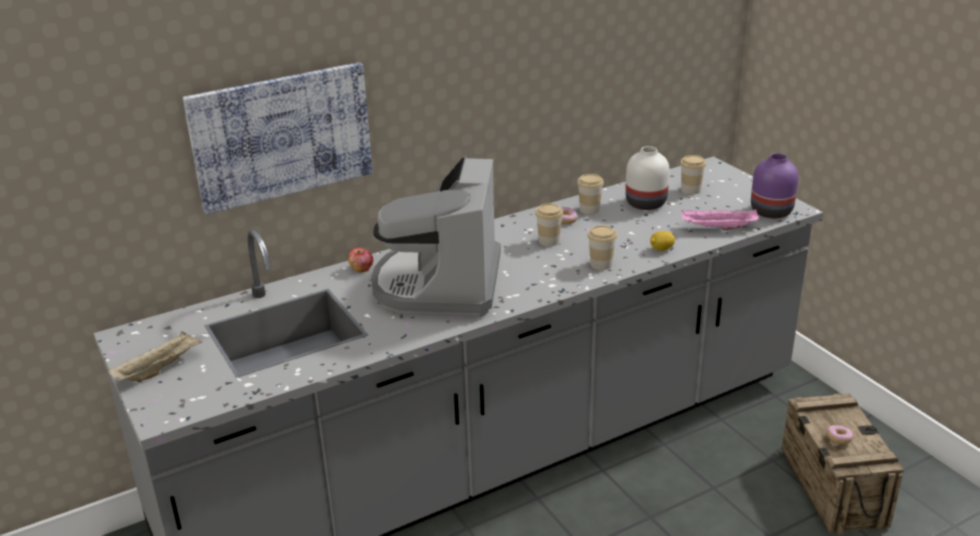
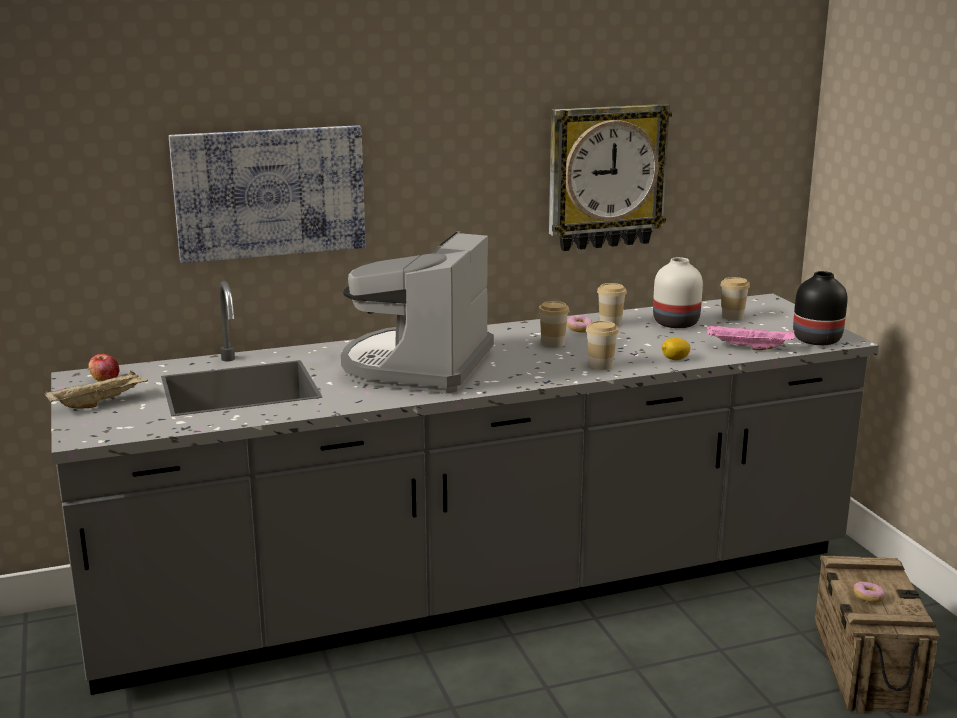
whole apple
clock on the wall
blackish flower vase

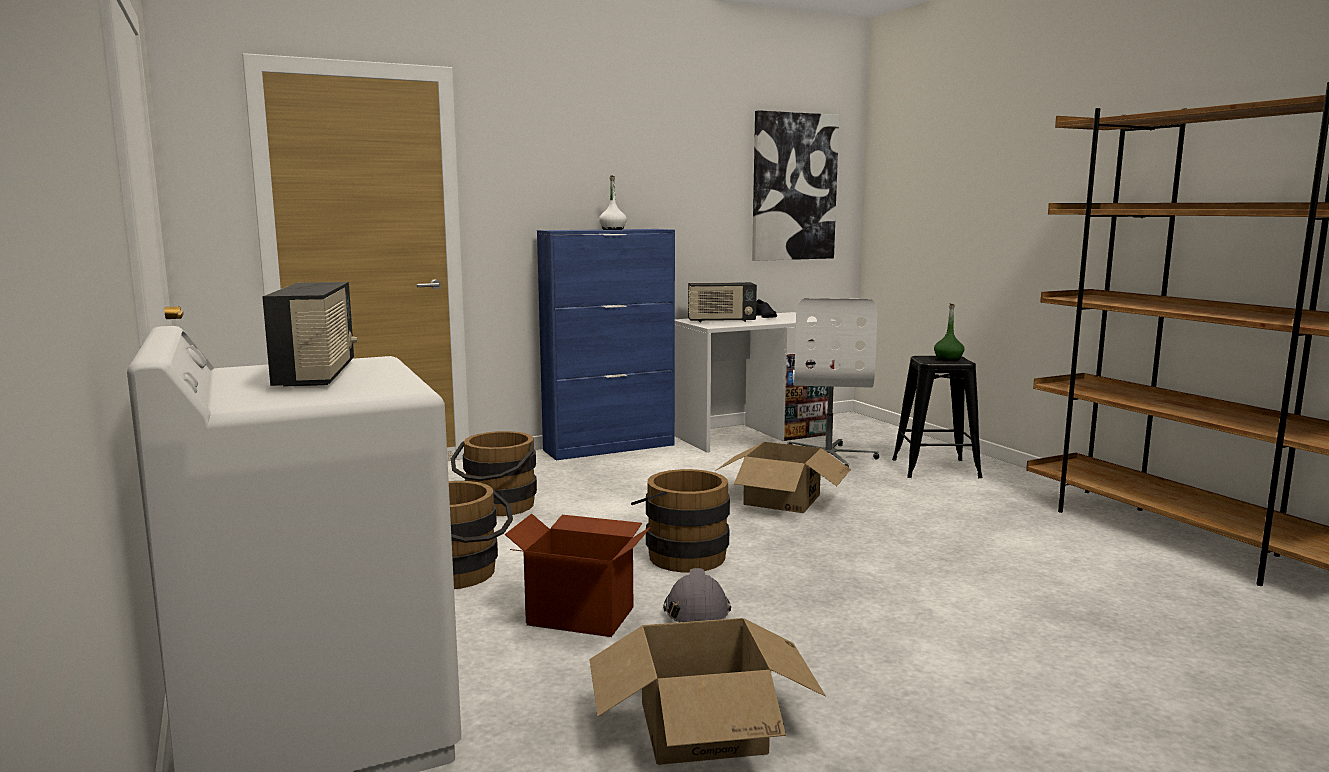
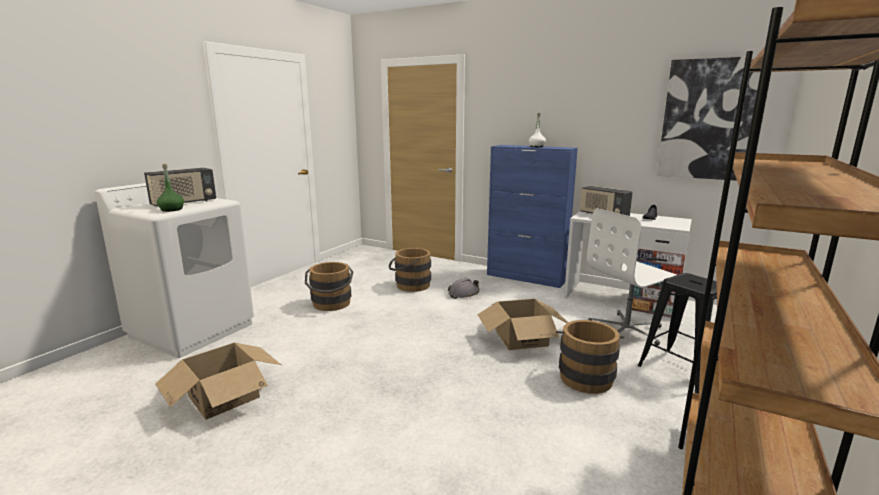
green-coloured drink bottle
greyish safety helmet
brown pail (no. 3 from left)
cardboard box (no. 1 from left in the first image)

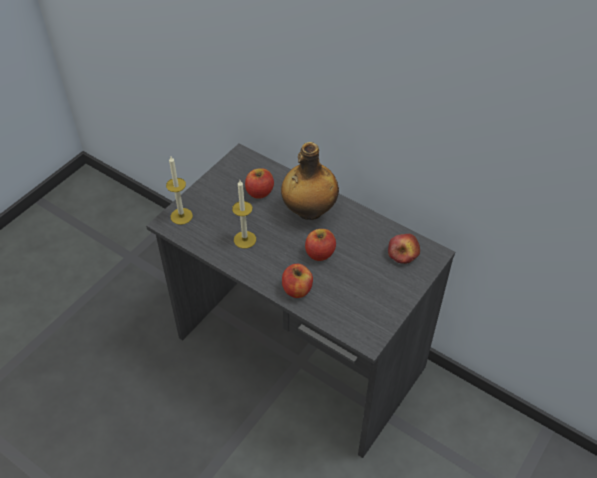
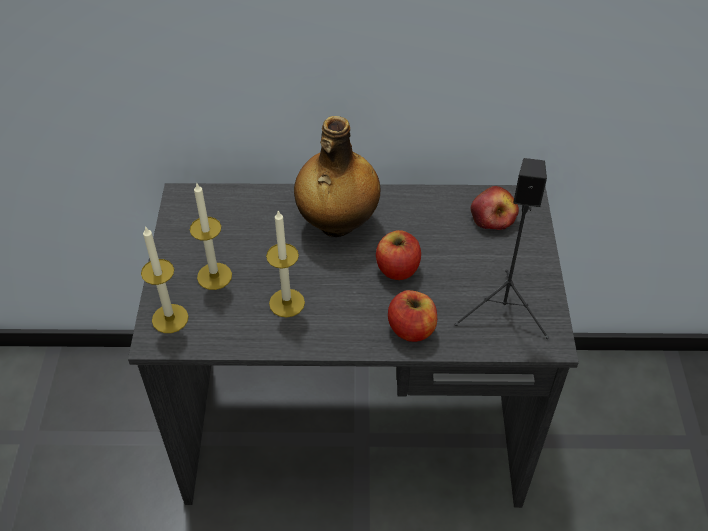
candle (no. 2 from left)
blackish loudspeaker
whole apple (no. 1 from left in the first image)

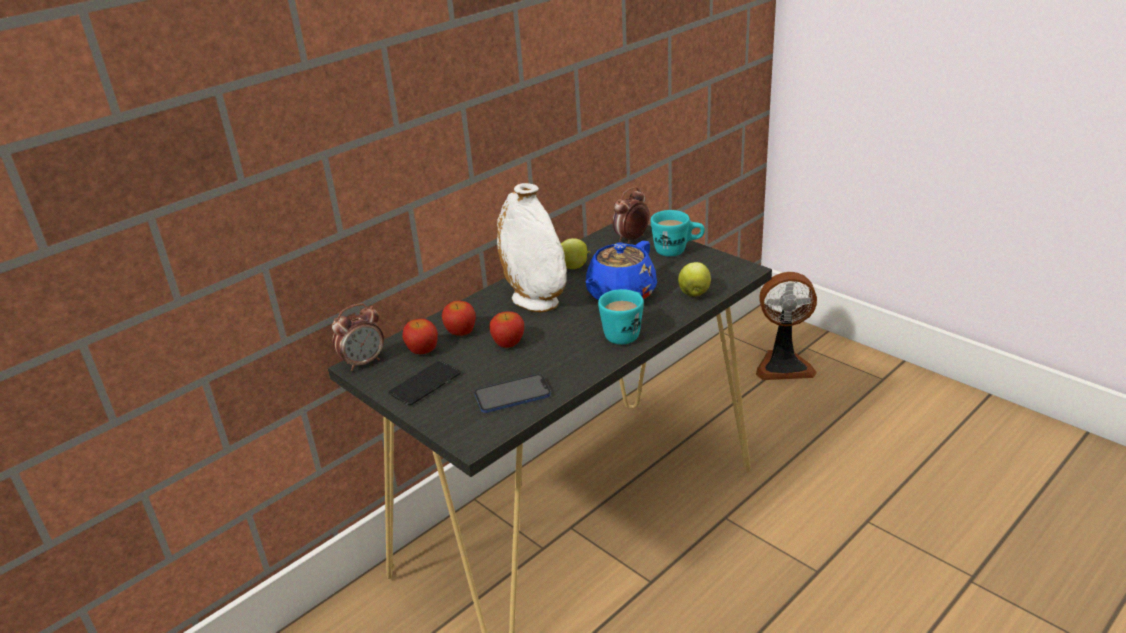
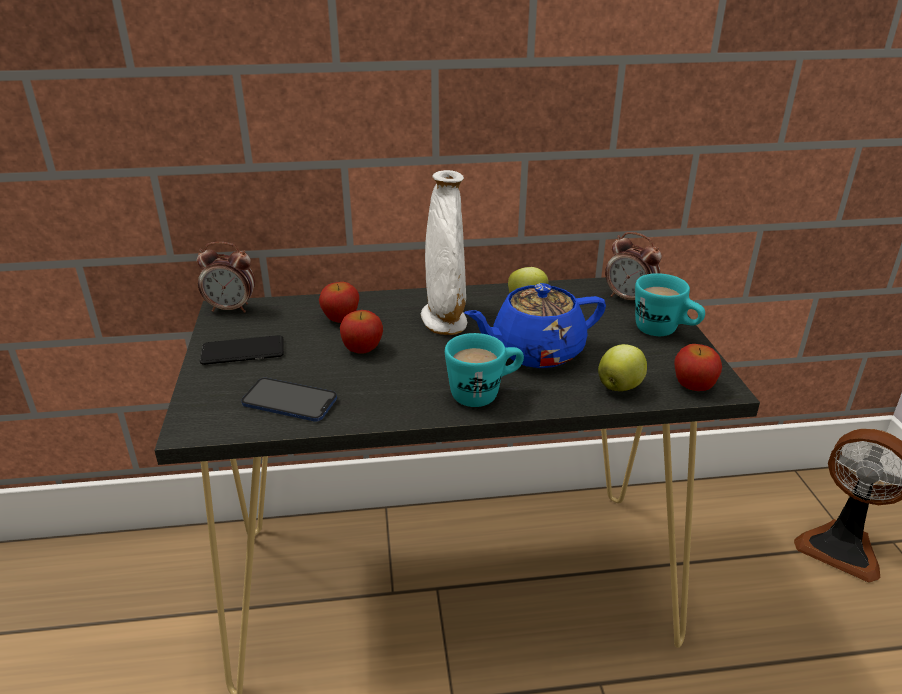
bedside clock (no. 2 from left)
whole apple (no. 5 from left)

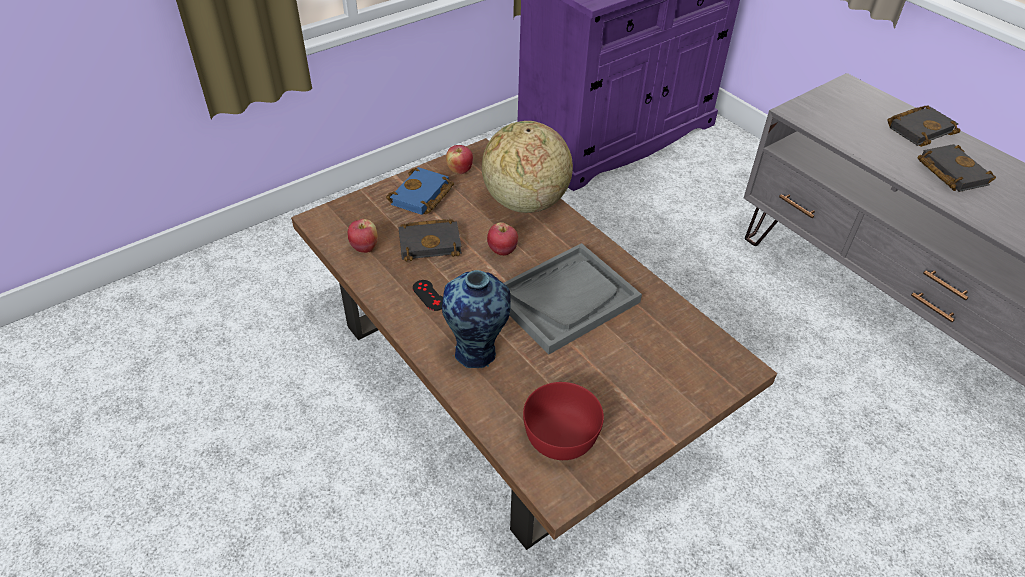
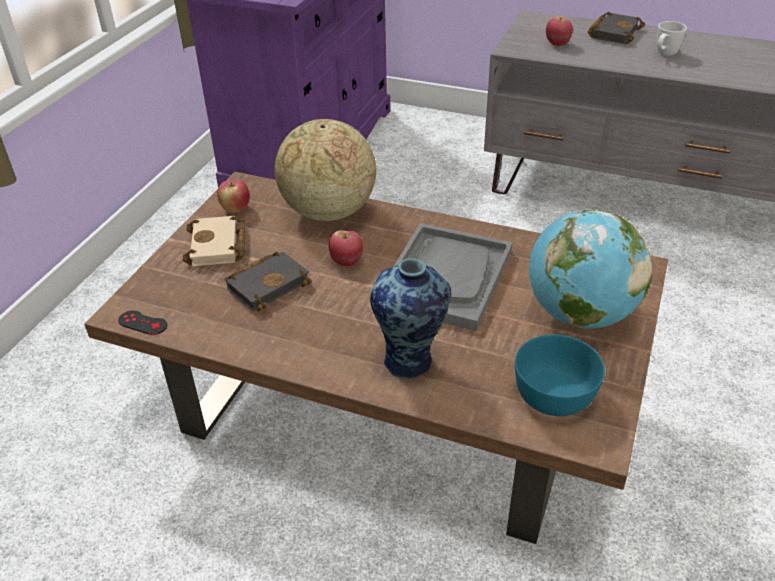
blackish joypad
beige bound book
blue-green bowl
desk globe (no. 2 from left)
whole apple (no. 3 from left)
white mug

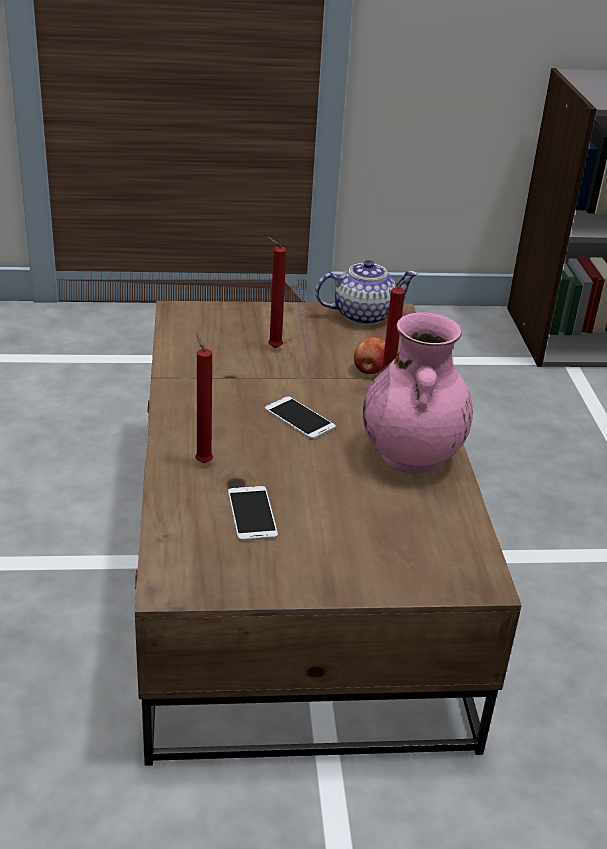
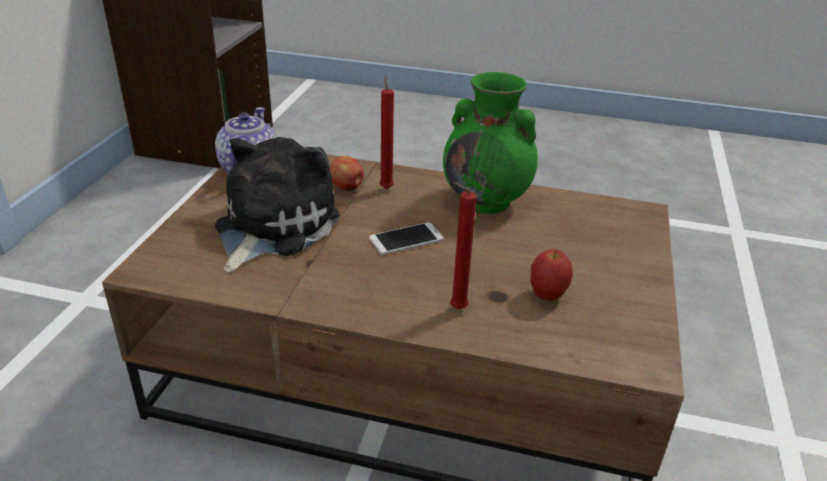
plush toy
green-coloured flower vase
whole apple (no. 2 from left)

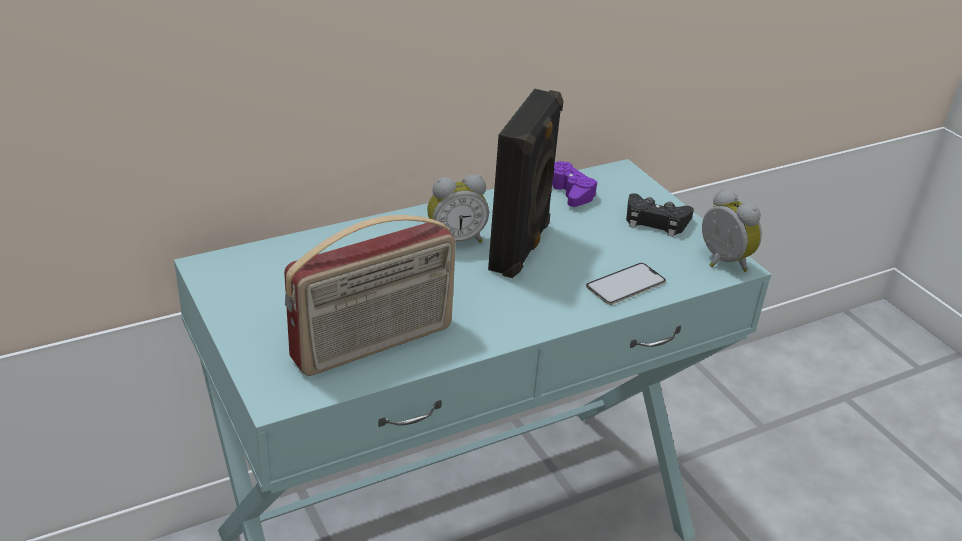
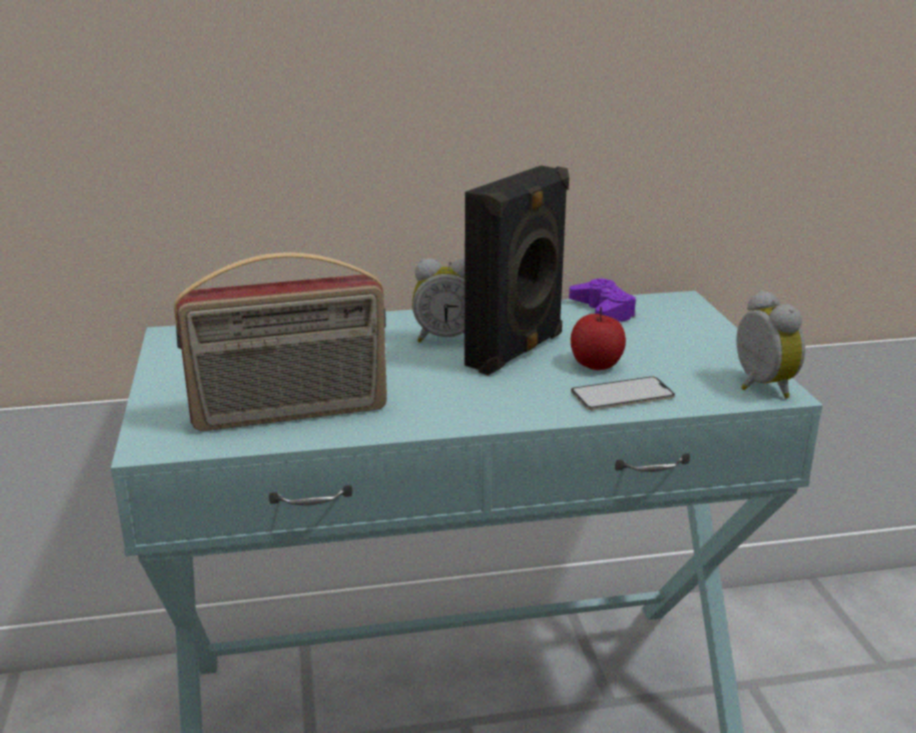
whole apple
blackish joypad

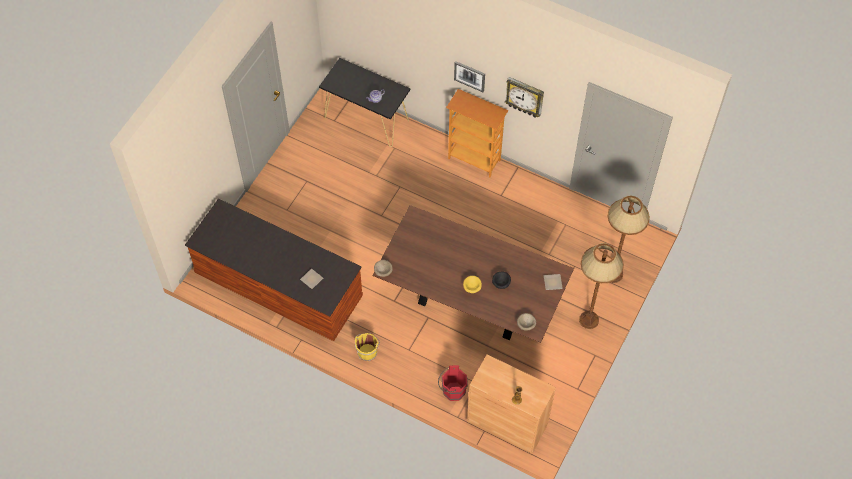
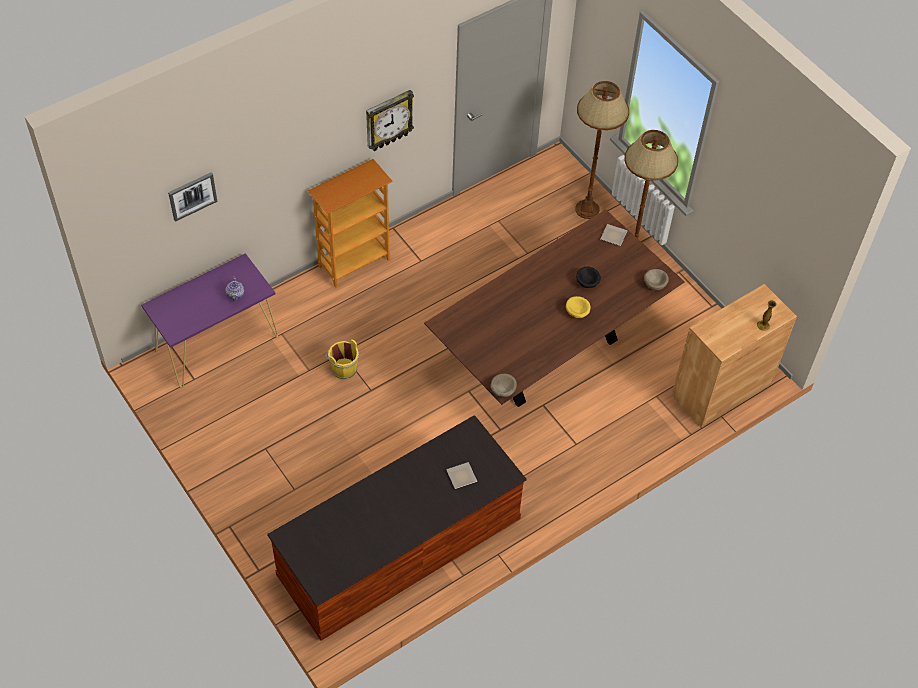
purplish hall table
wall picture
yellow-coloured pail
reddish pail

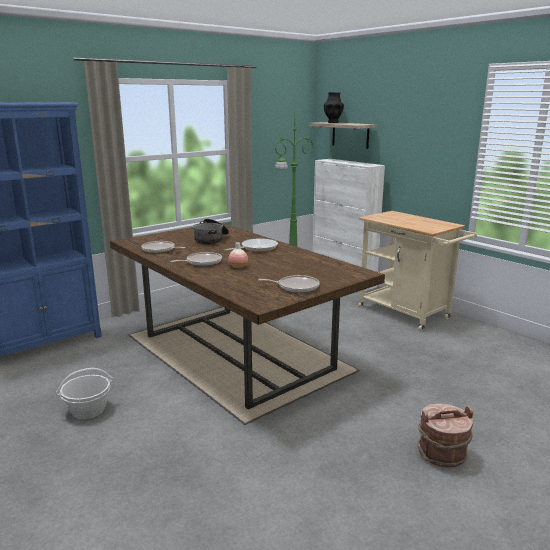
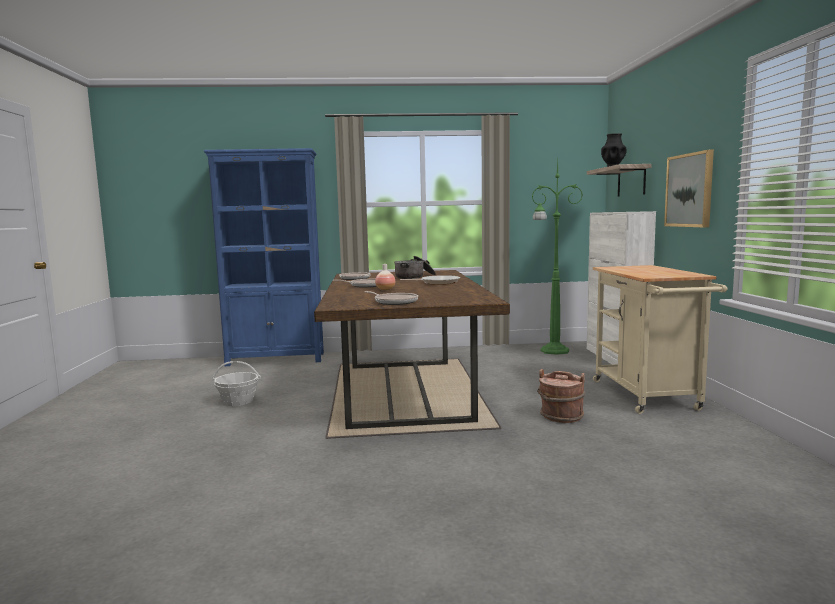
brown pail
wall picture

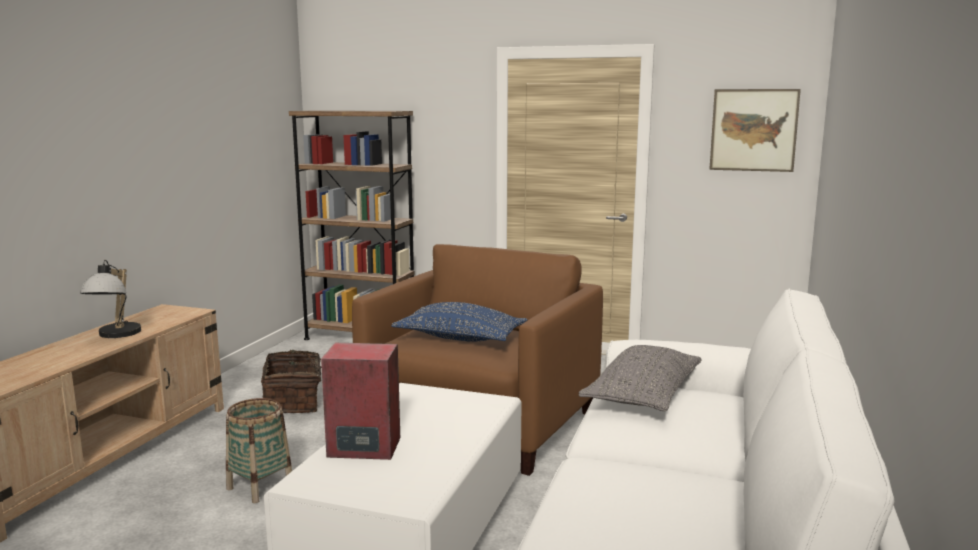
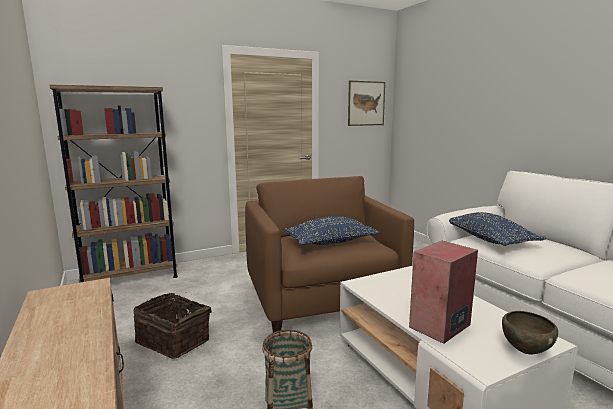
bluish throw pillow (no. 2 from left)
brown bowl
lamp for a table

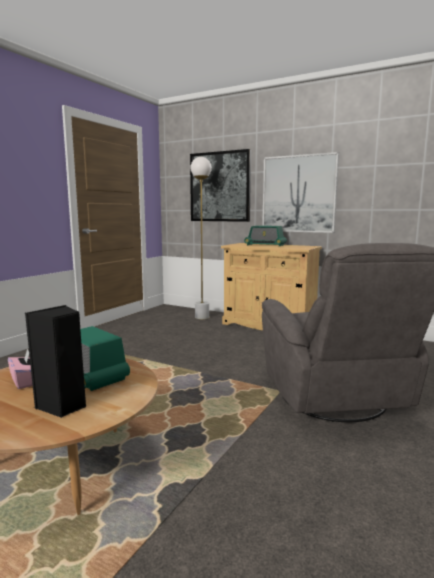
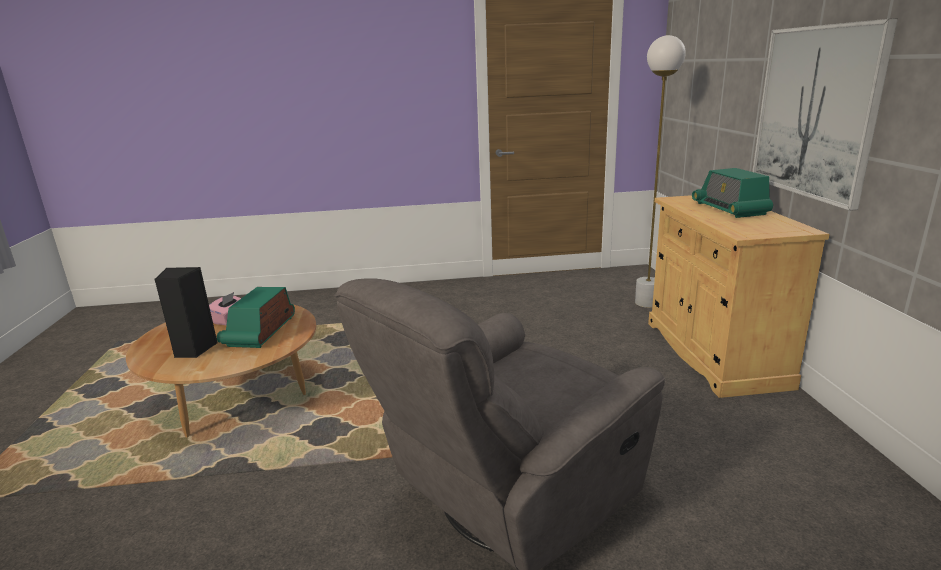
wall picture (no. 1 from left in the first image)

